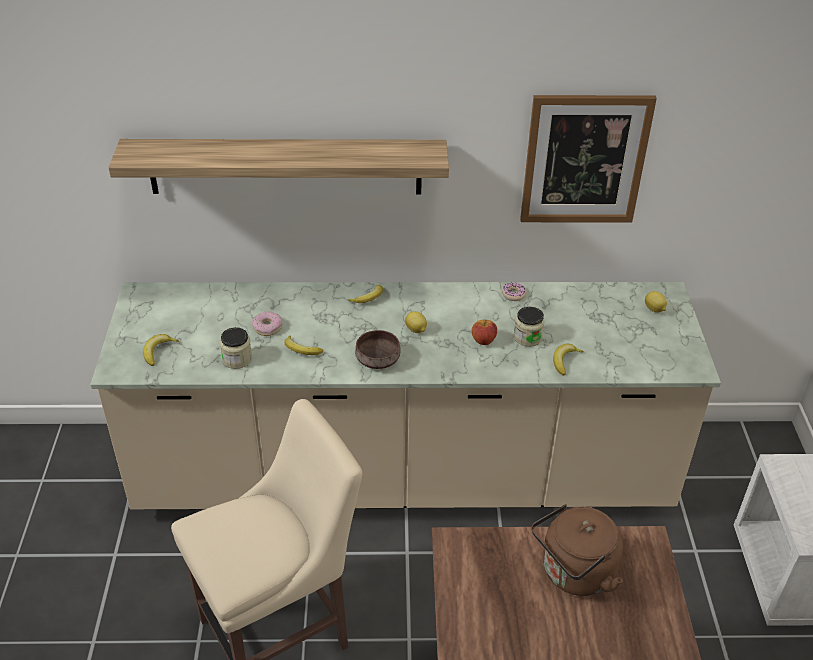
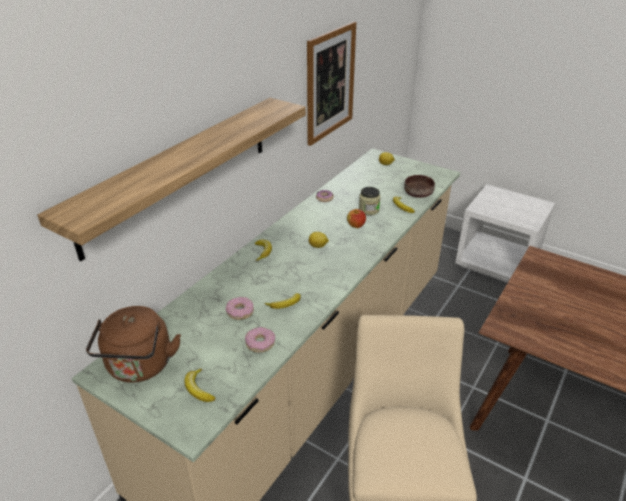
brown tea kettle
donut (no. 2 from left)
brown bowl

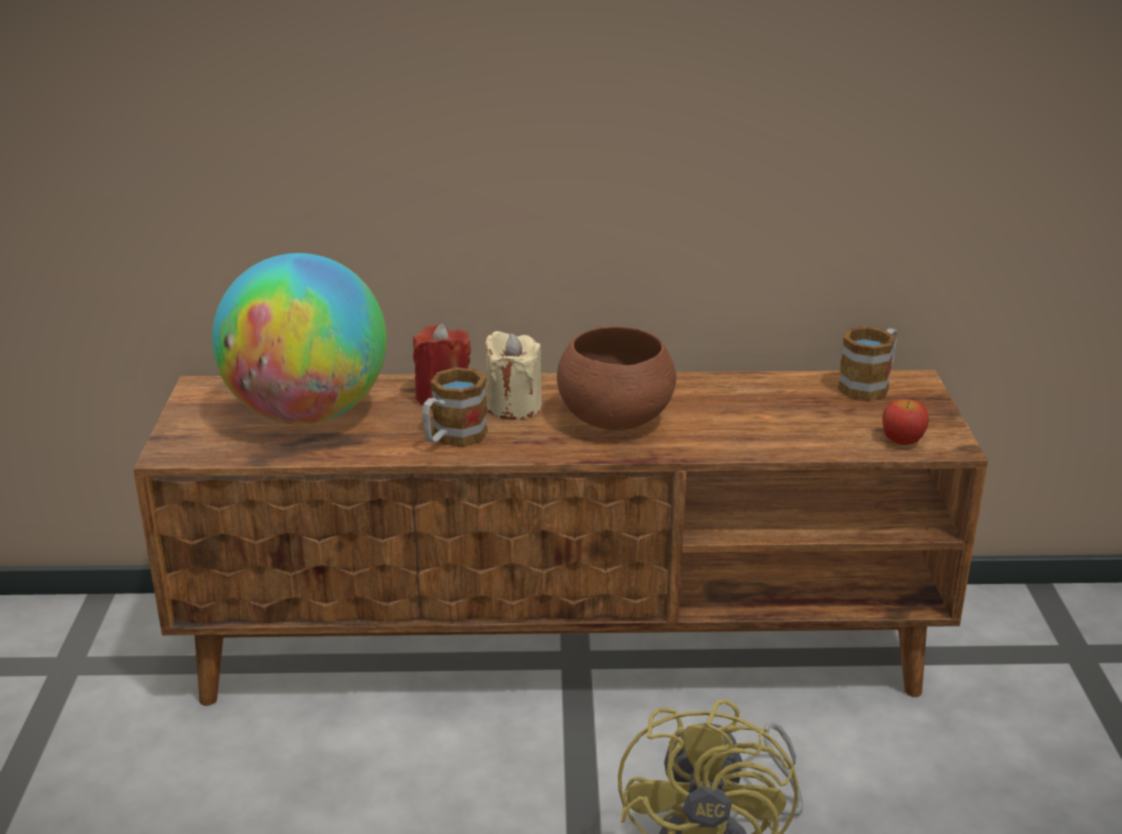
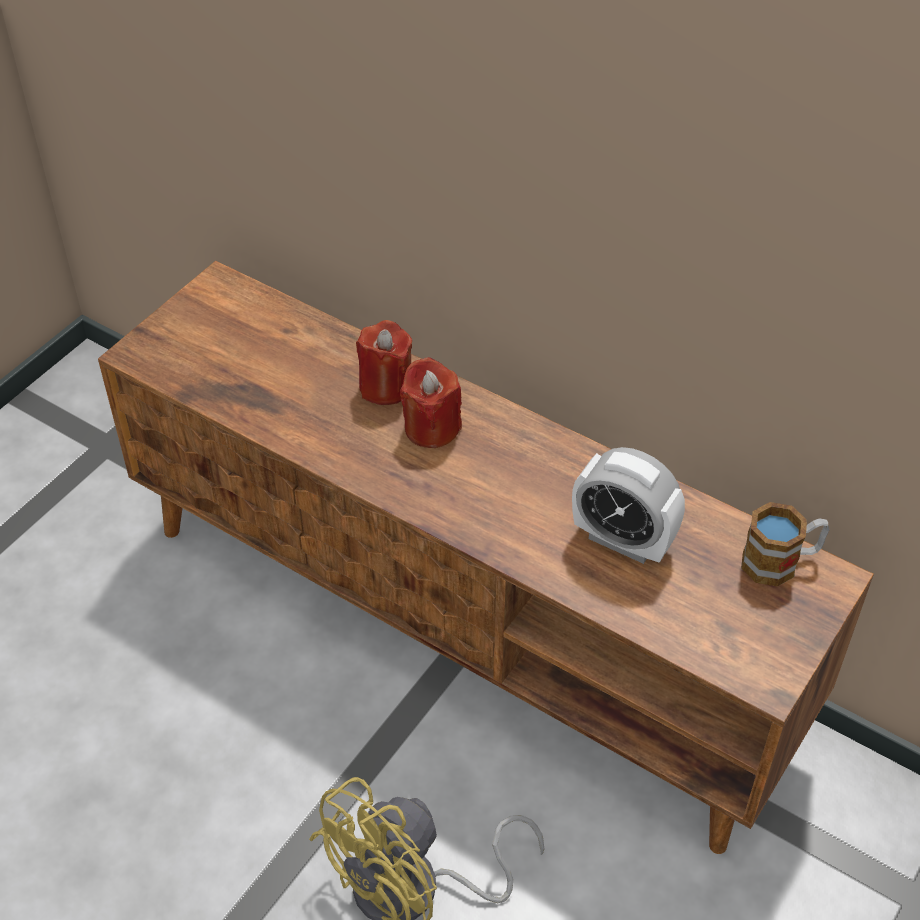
reddish candle (no. 2 from left)
bedside clock
desk globe
mug (no. 1 from left in the first image)
brown bowl
whole apple

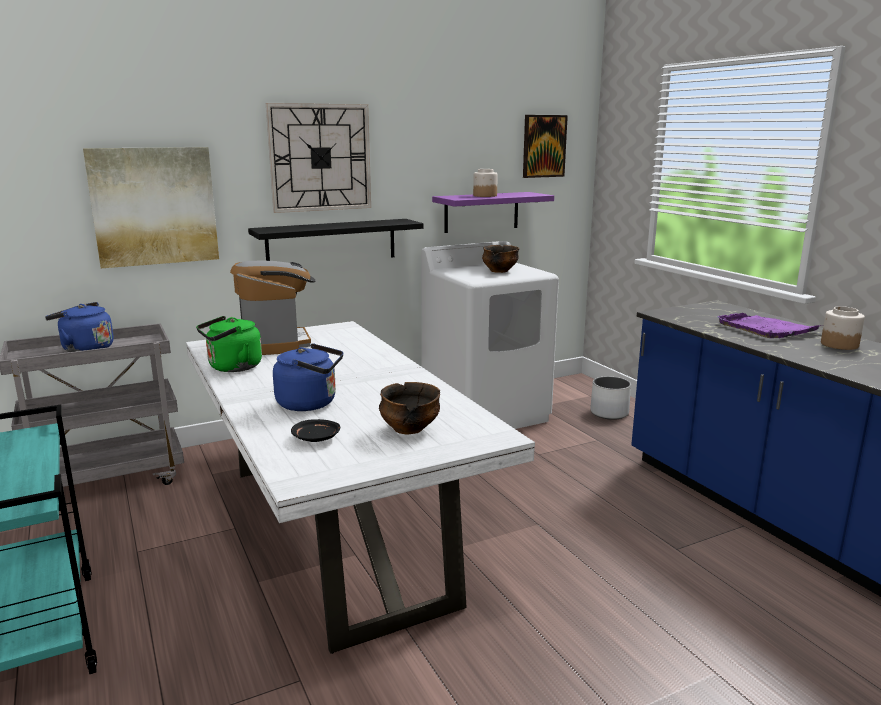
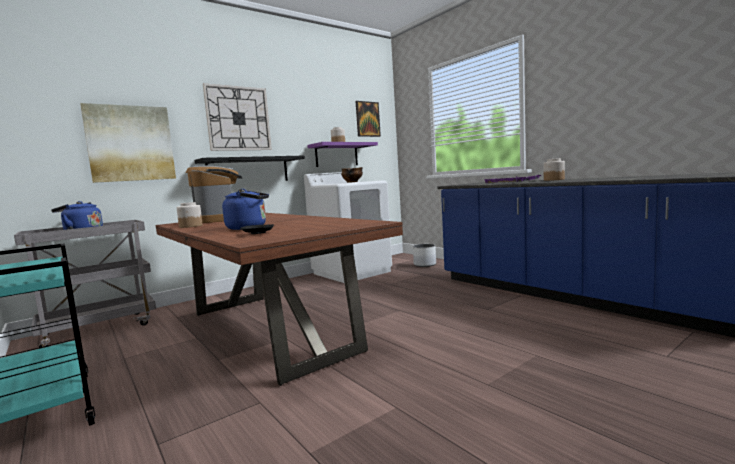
brown kitchen table
preserve jar (no. 1 from left)
bowl (no. 1 from left in the first image)

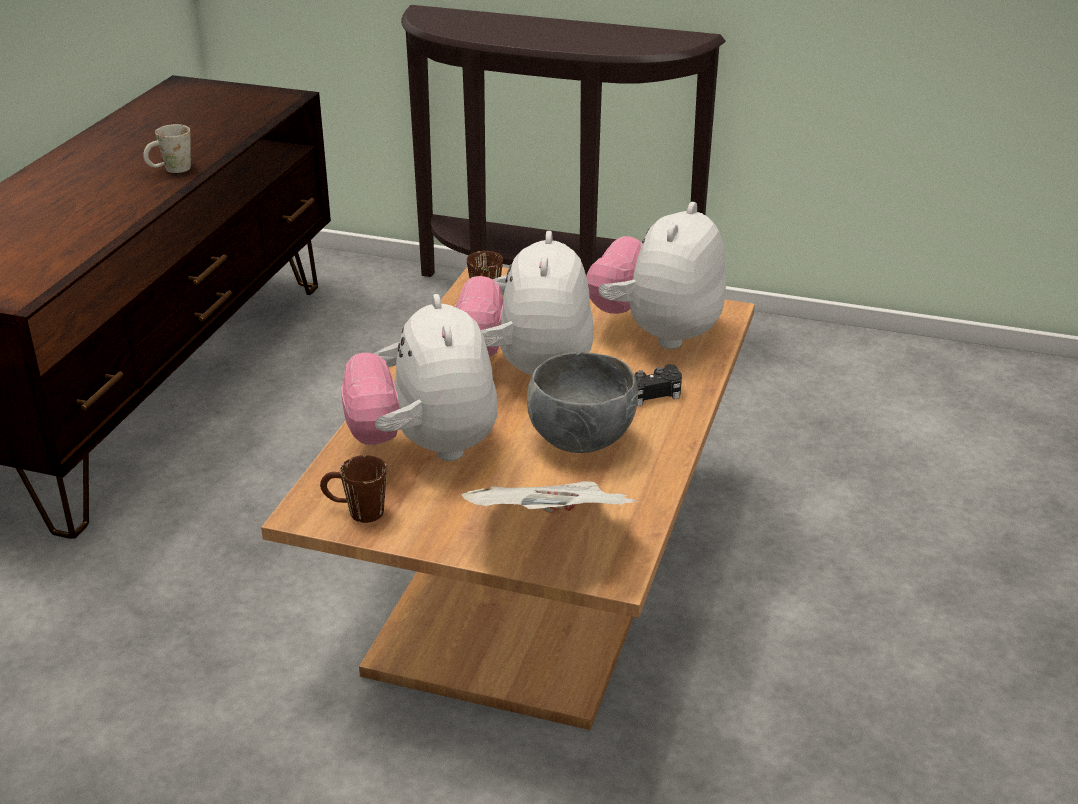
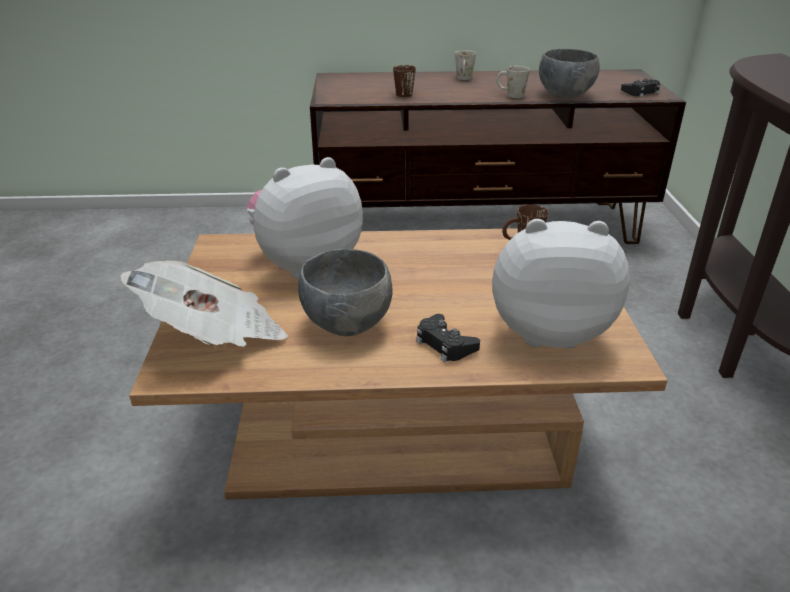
brown mug (no. 1 from left)
white mug (no. 1 from left)
greyish bowl (no. 2 from left)
blackish joypad (no. 2 from left)
plush toy (no. 2 from left in the first image)

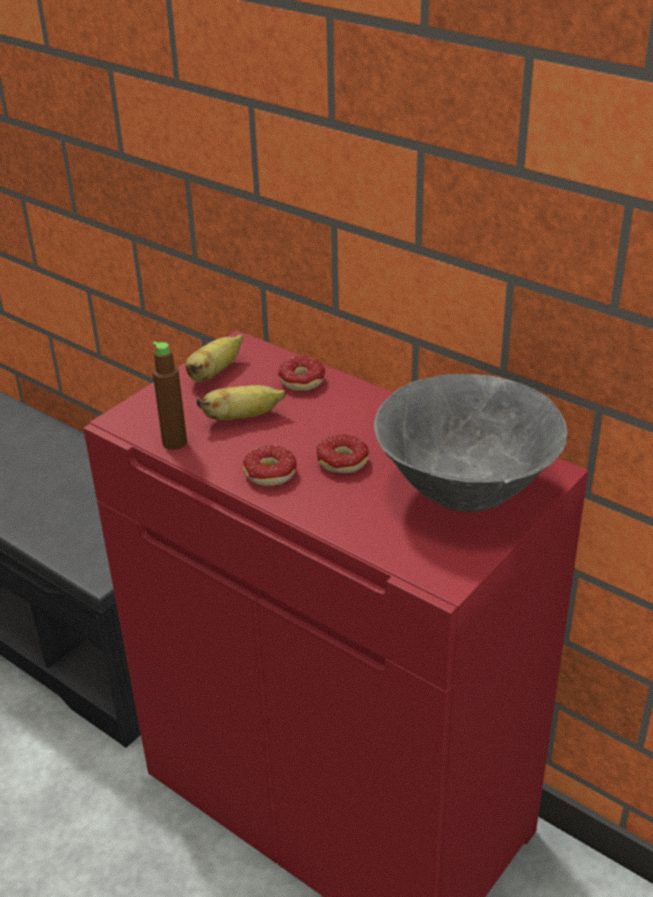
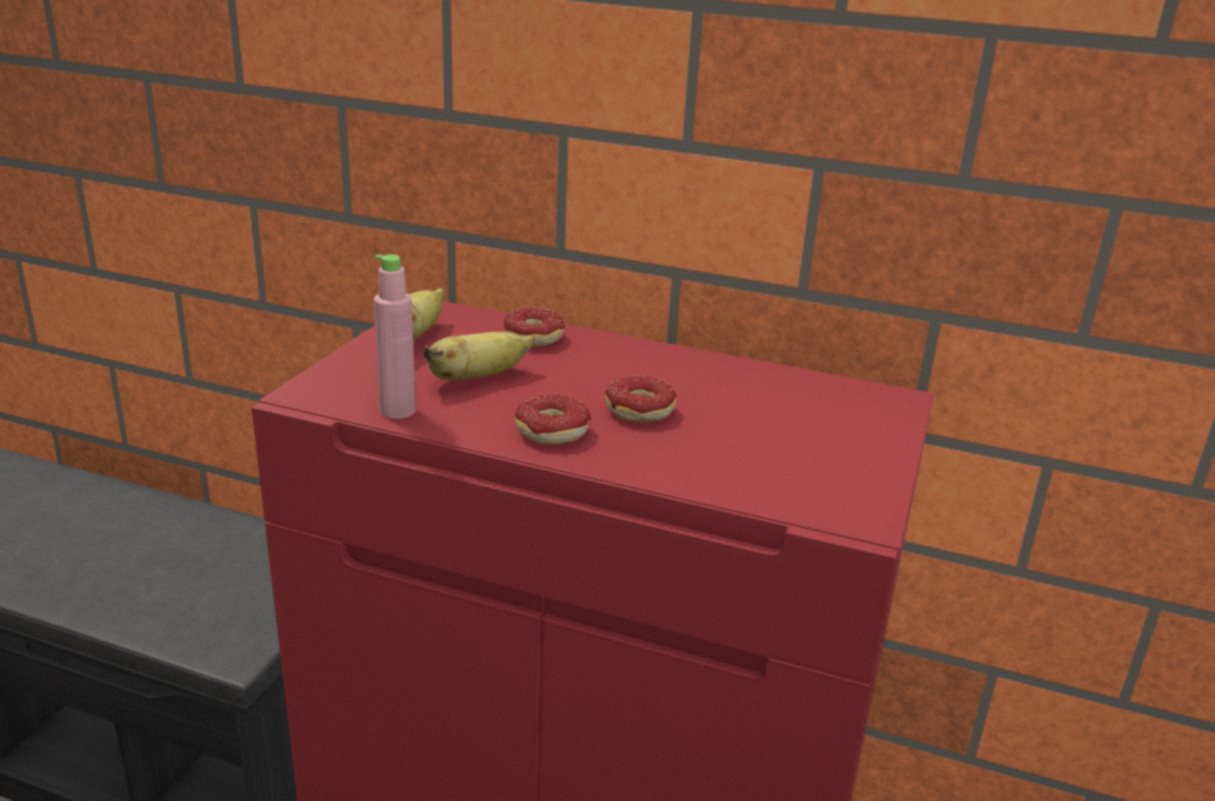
pink-coloured drink bottle
greyish bowl

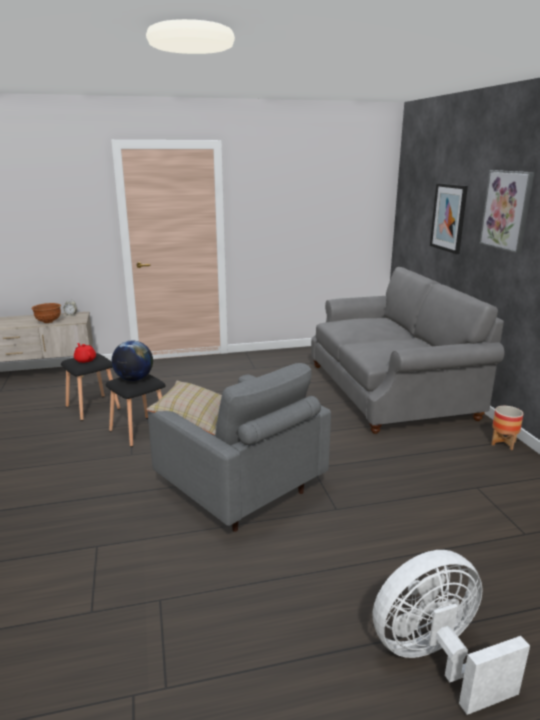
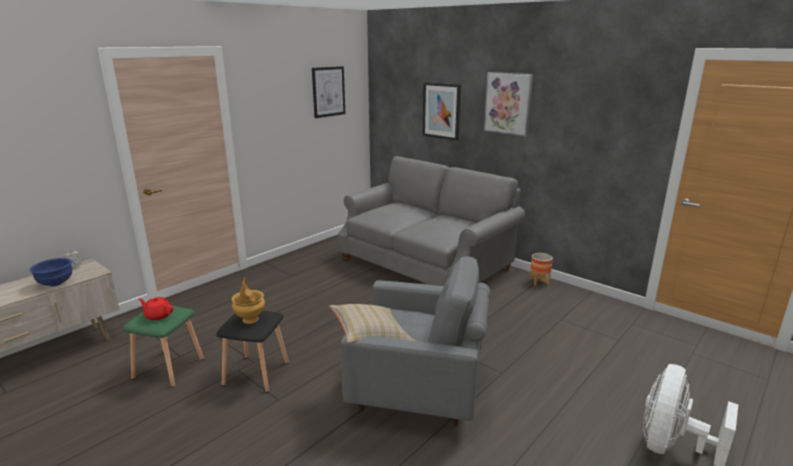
bluish bowl
green-coloured sitting stool
brown flower vase
wall picture (no. 1 from left)

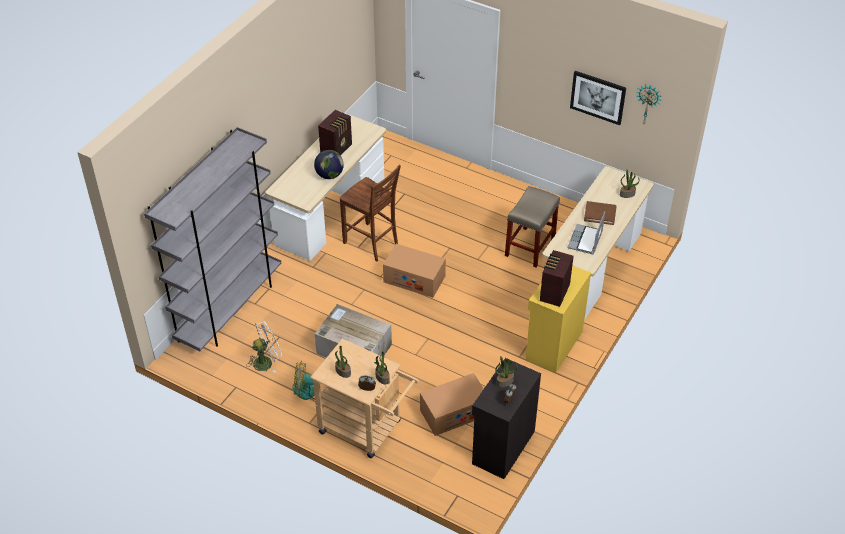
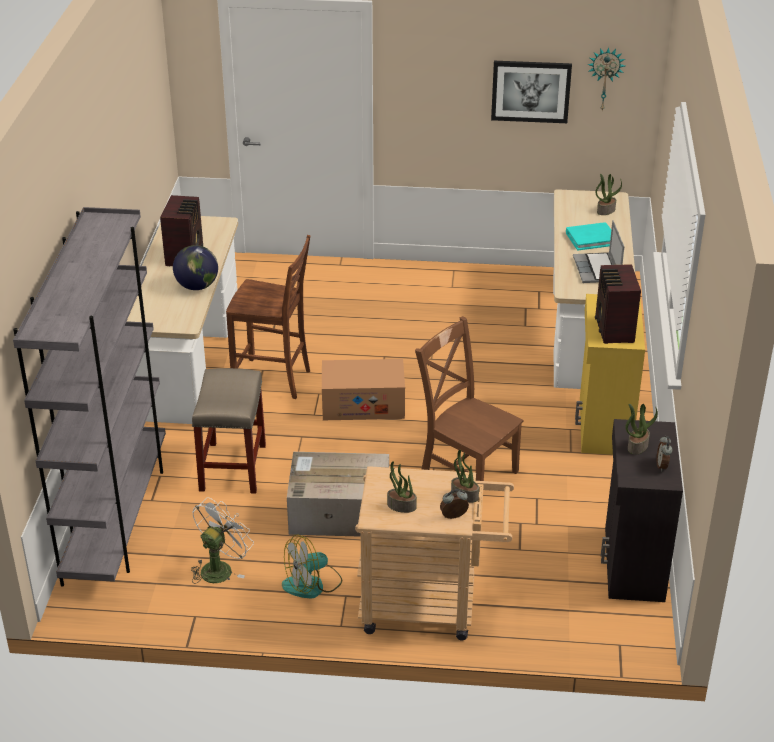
beige sitting stool
brown chair (no. 2 from left)
blue-green bound book
cardboard box (no. 3 from left in the first image)

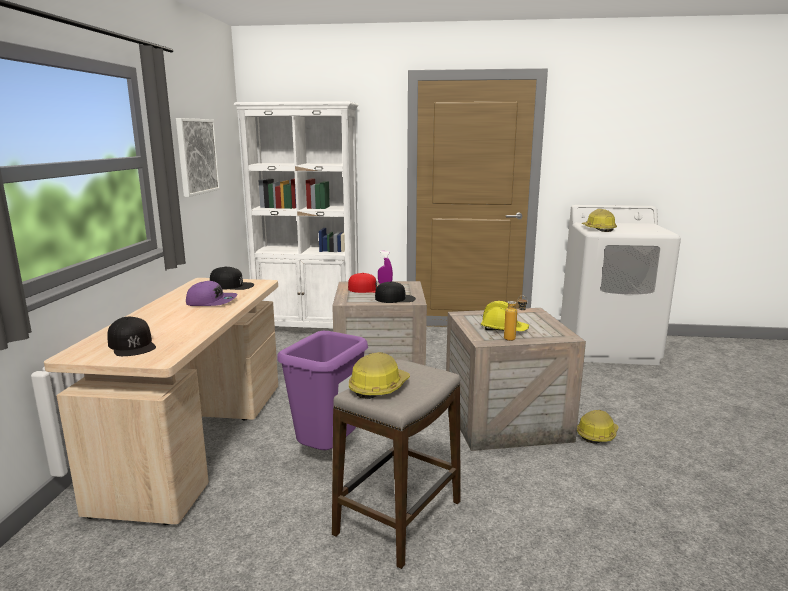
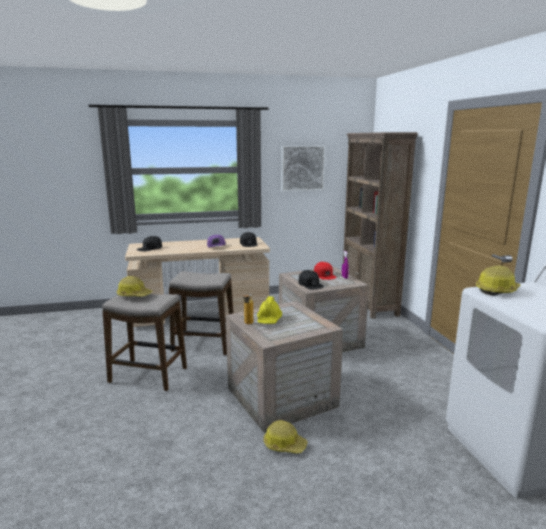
sitting stool (no. 2 from left)
brown shelving unit

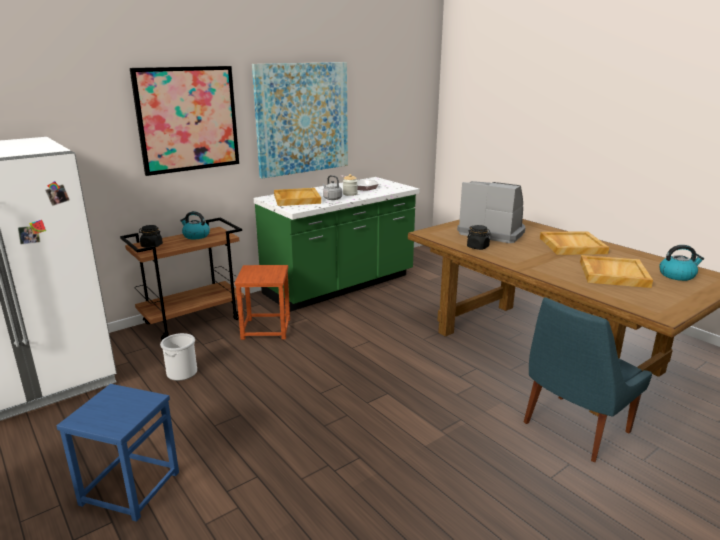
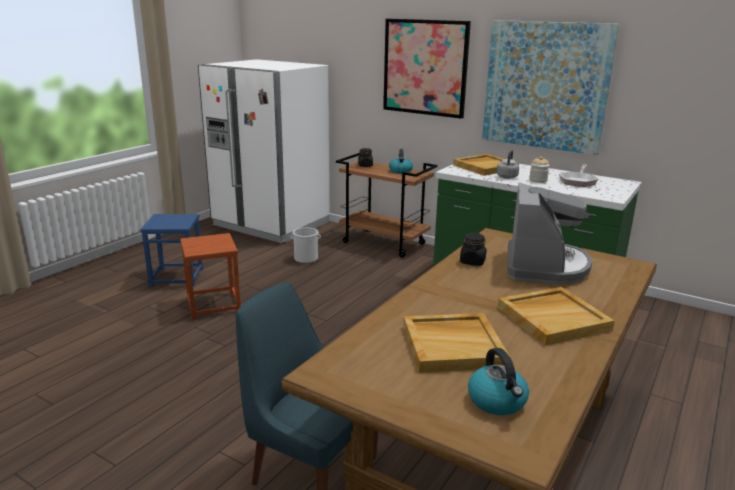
brown sitting stool

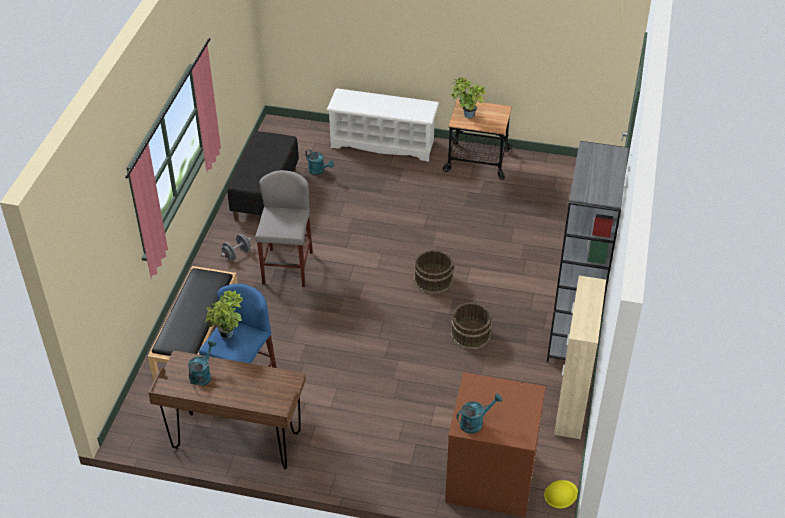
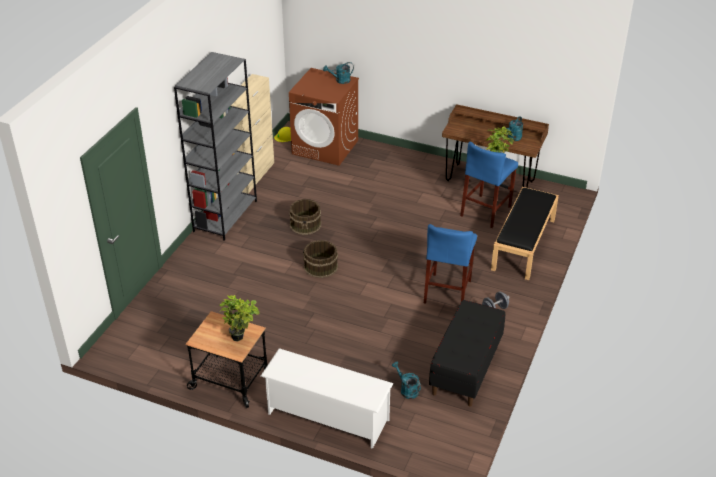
bluish sitting stool (no. 1 from left)

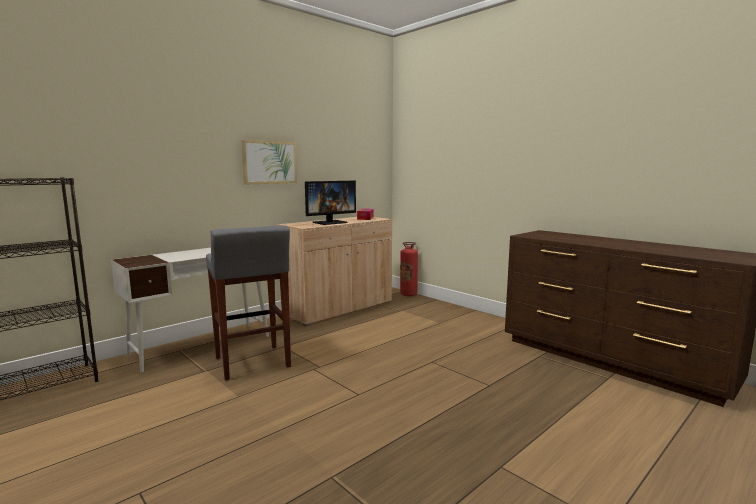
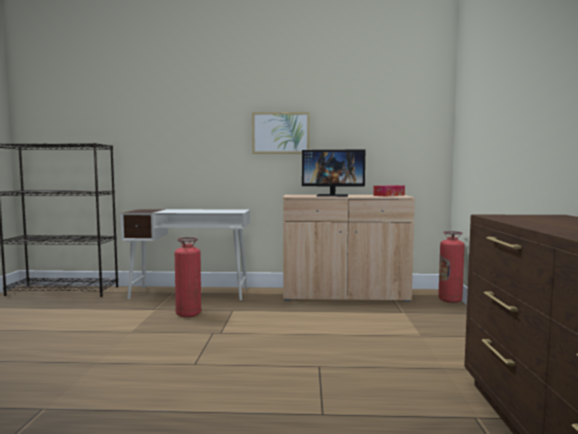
fire-fighting cylinder (no. 1 from left)

